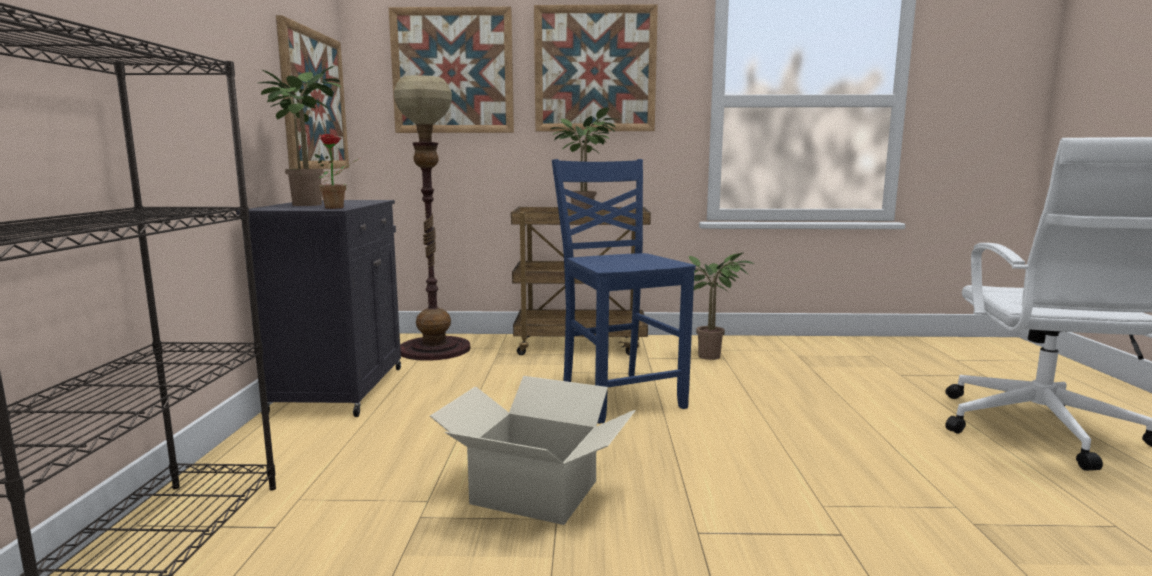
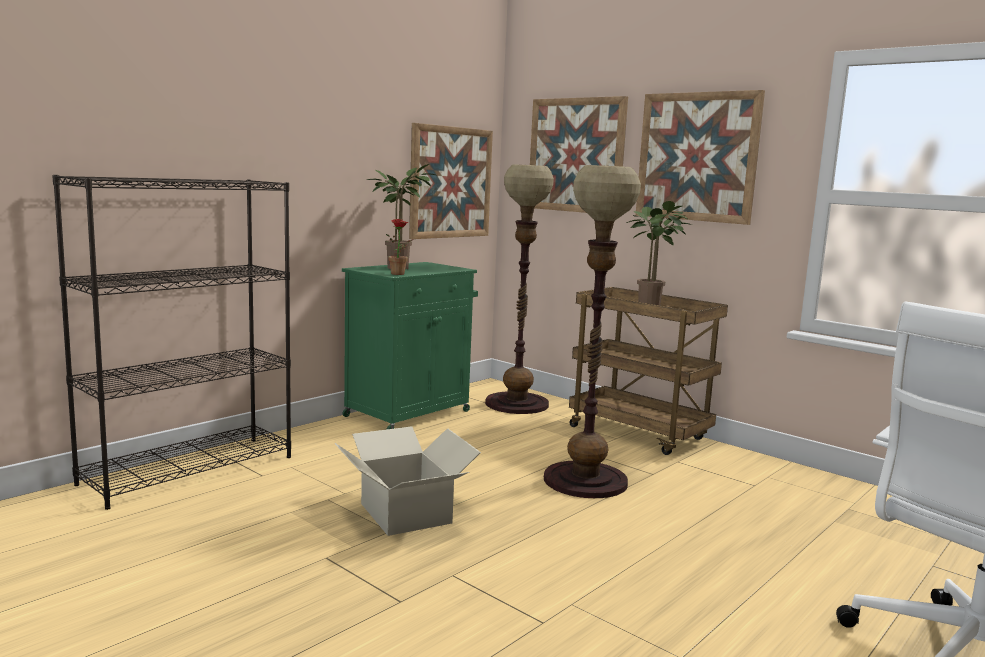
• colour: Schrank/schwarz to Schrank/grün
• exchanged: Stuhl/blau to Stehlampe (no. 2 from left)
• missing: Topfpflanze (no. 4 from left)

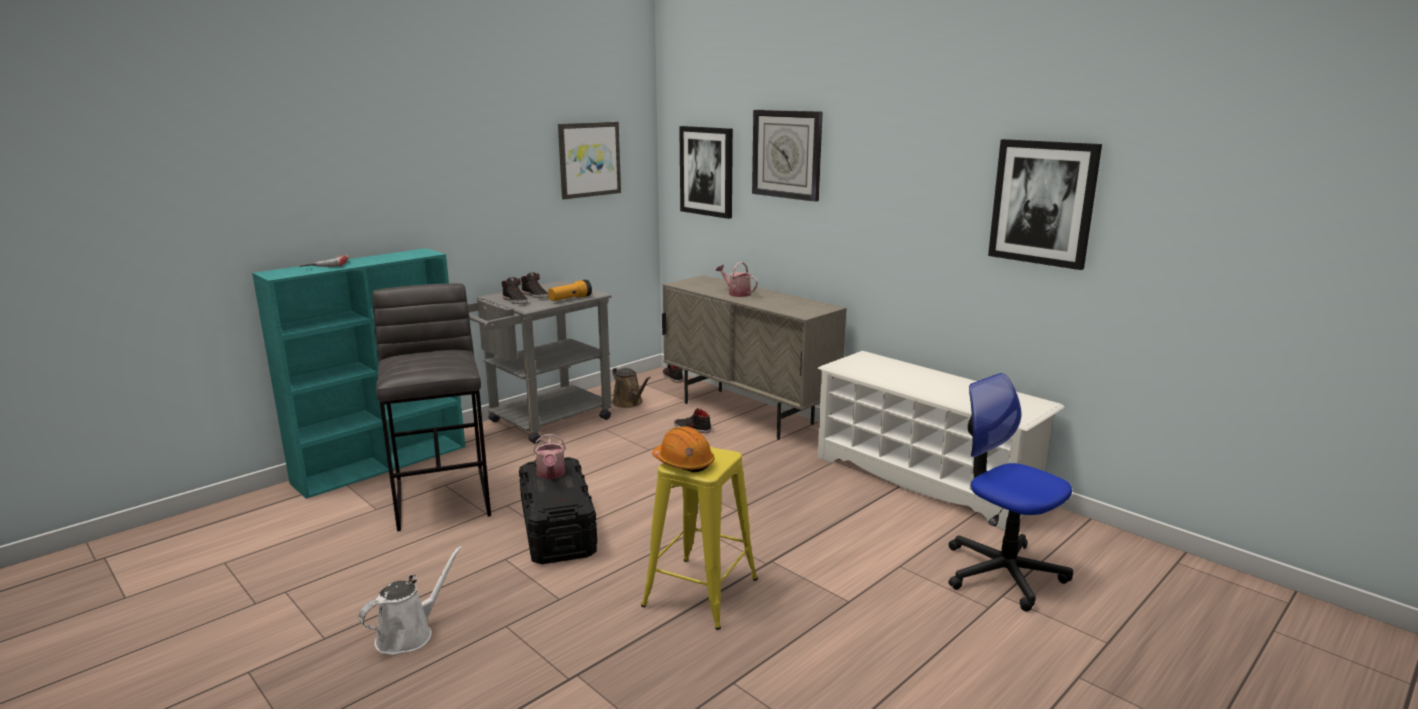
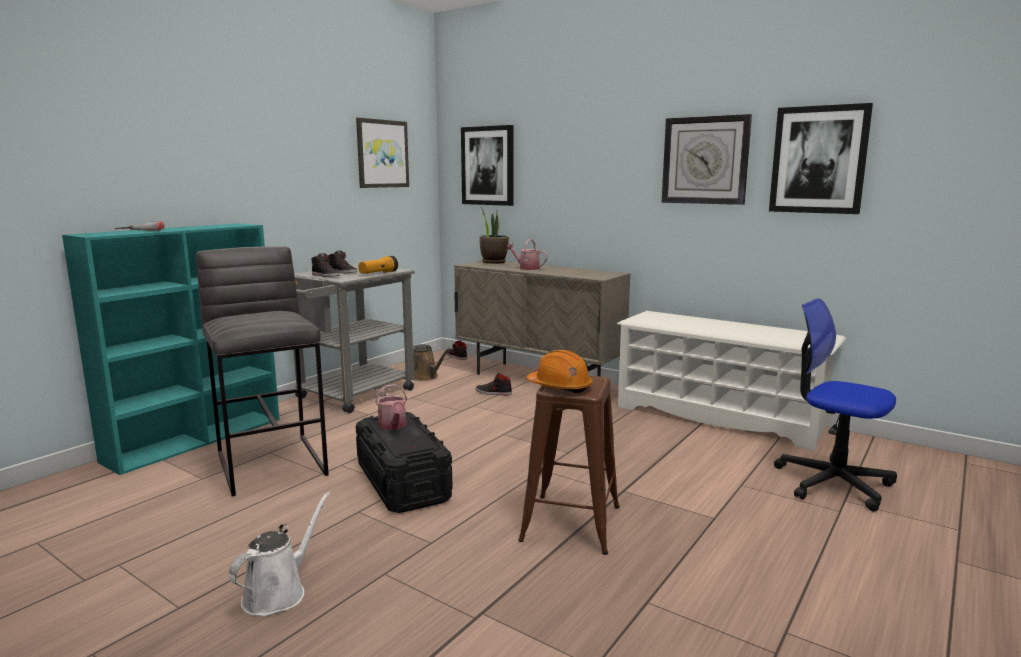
• appeared: Topfpflanze
• colour: Hocker/gelb to Hocker/braun
• relocated: Wanduhr

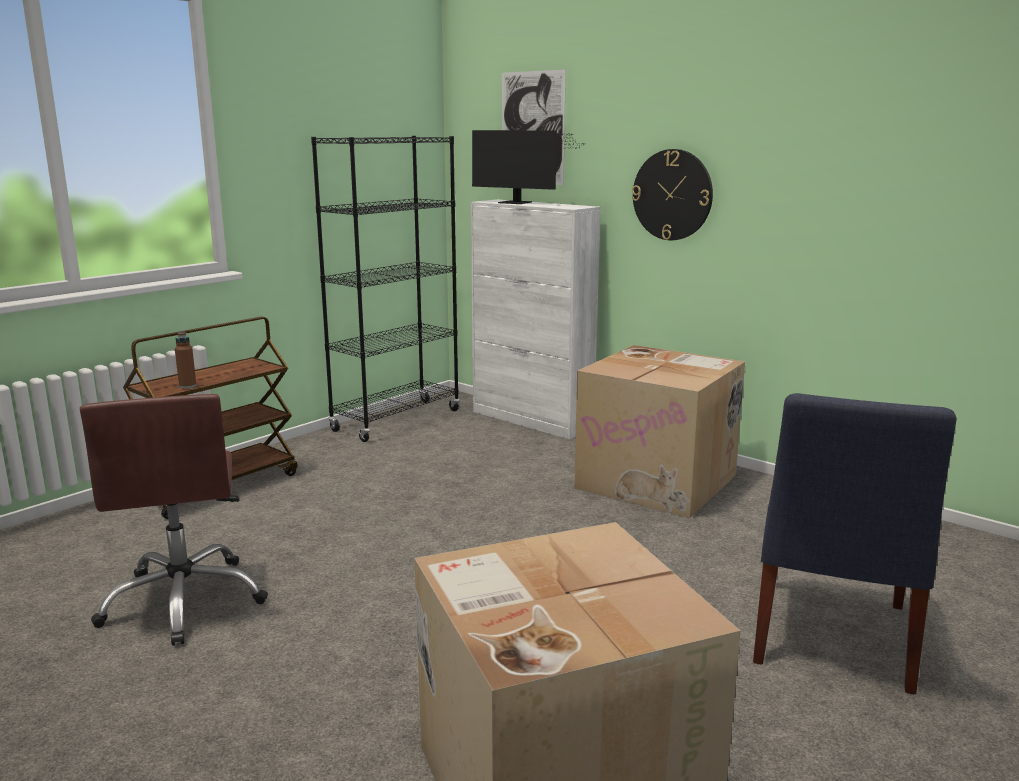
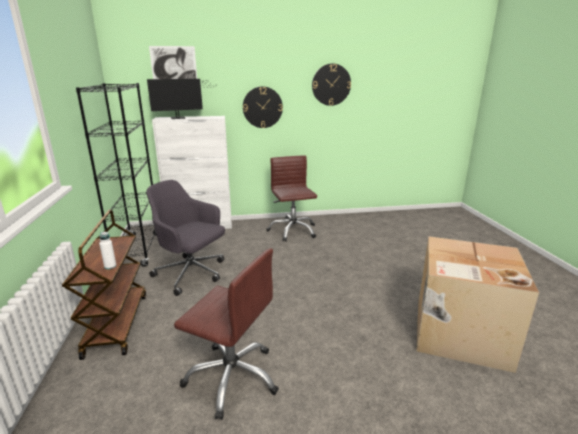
• colour: Flasche/braun to Flasche/weiß
• appeared: Bürostuhl/grau
• exchanged: Karton (no. 2 from left) to Bürostuhl/braun (no. 2 from left)
• appeared: Wanduhr (no. 2 from left)
• missing: Stuhl/blau

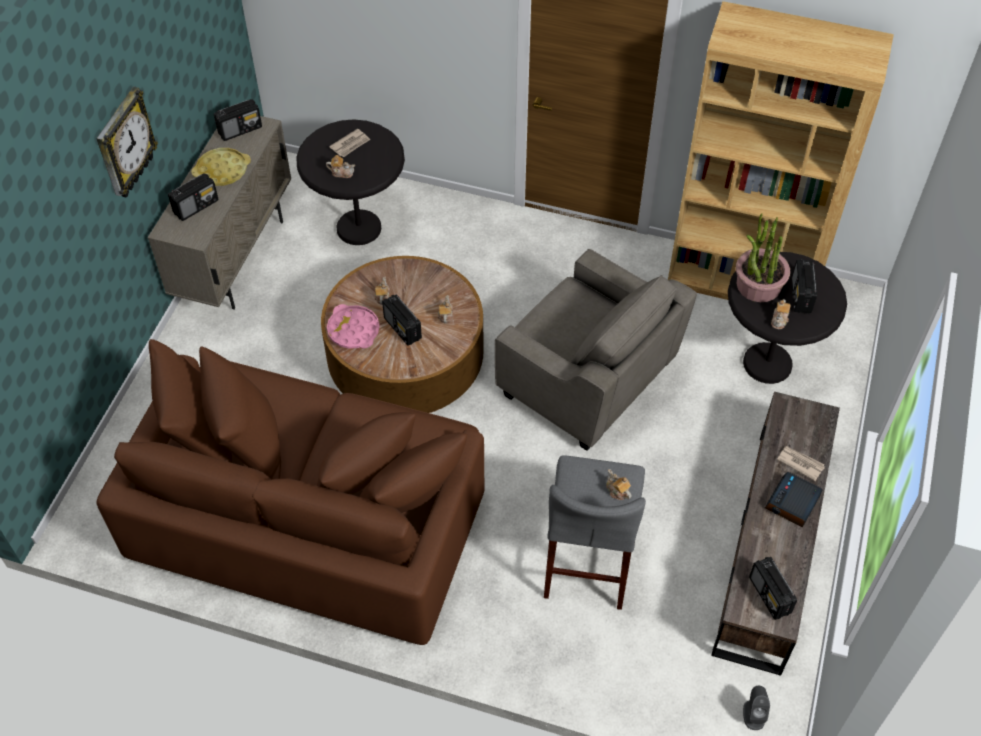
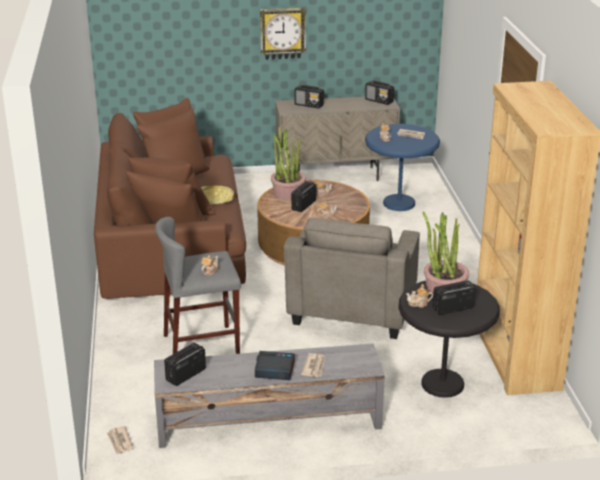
• exchanged: Lautsprecher/grau to Zeitung (no. 1 from left)
• colour: Fernsehschrank/braun to Fernsehschrank/grau
• relocated: Tablett/gelb
• exchanged: Tablett/rosa to Topfpflanze (no. 1 from left)
• colour: Beistelltisch/schwarz (no. 1 from left) to Beistelltisch/blau

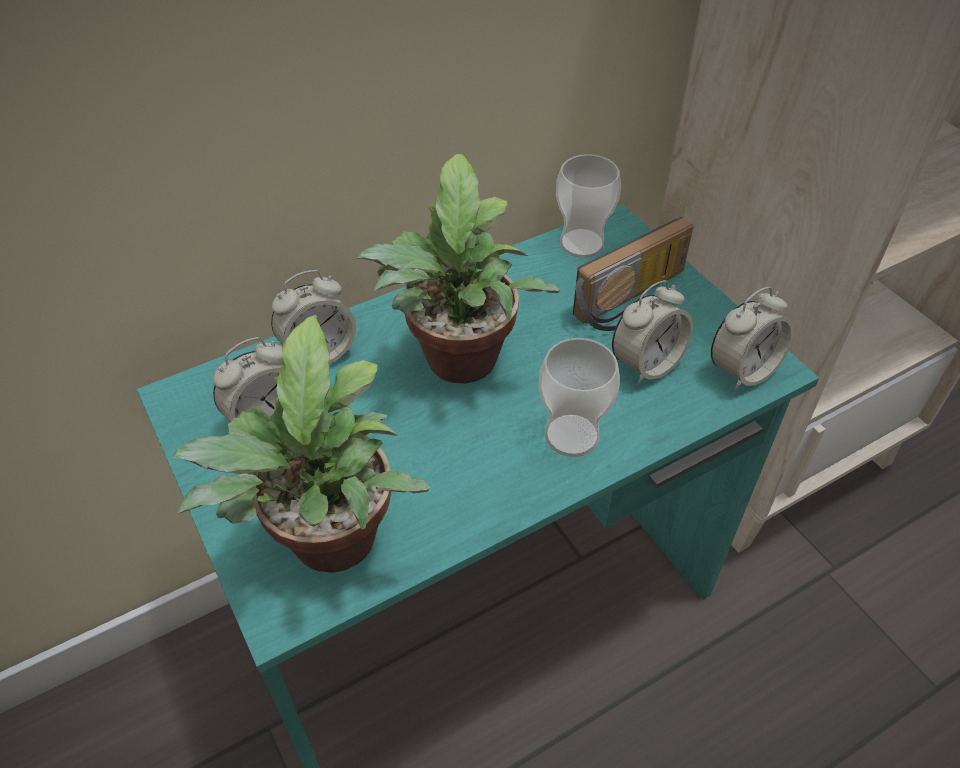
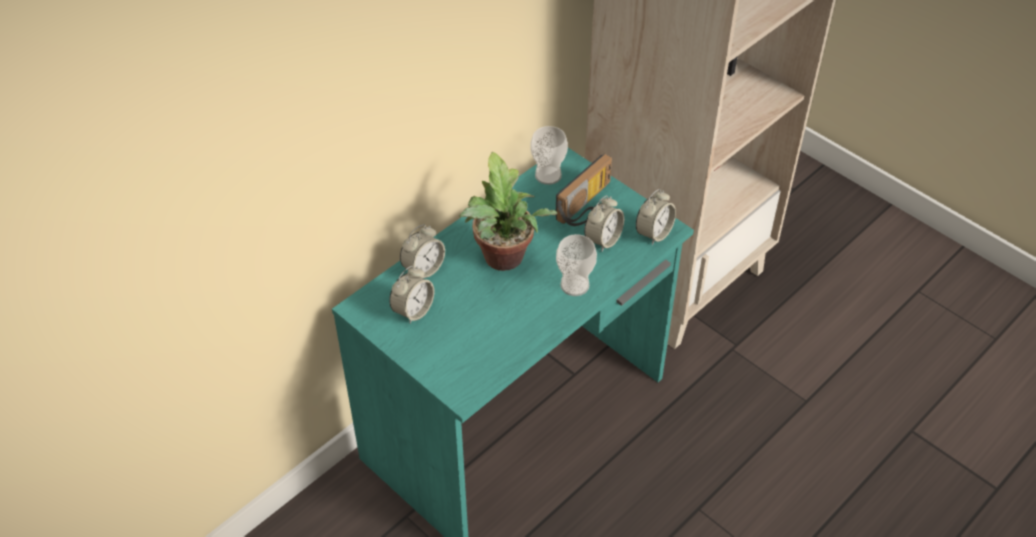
• missing: Topfpflanze (no. 1 from left)

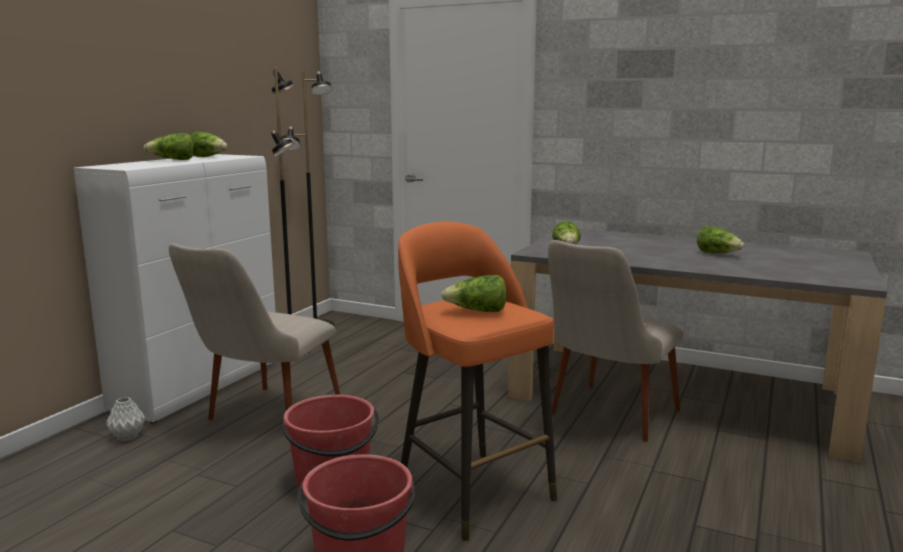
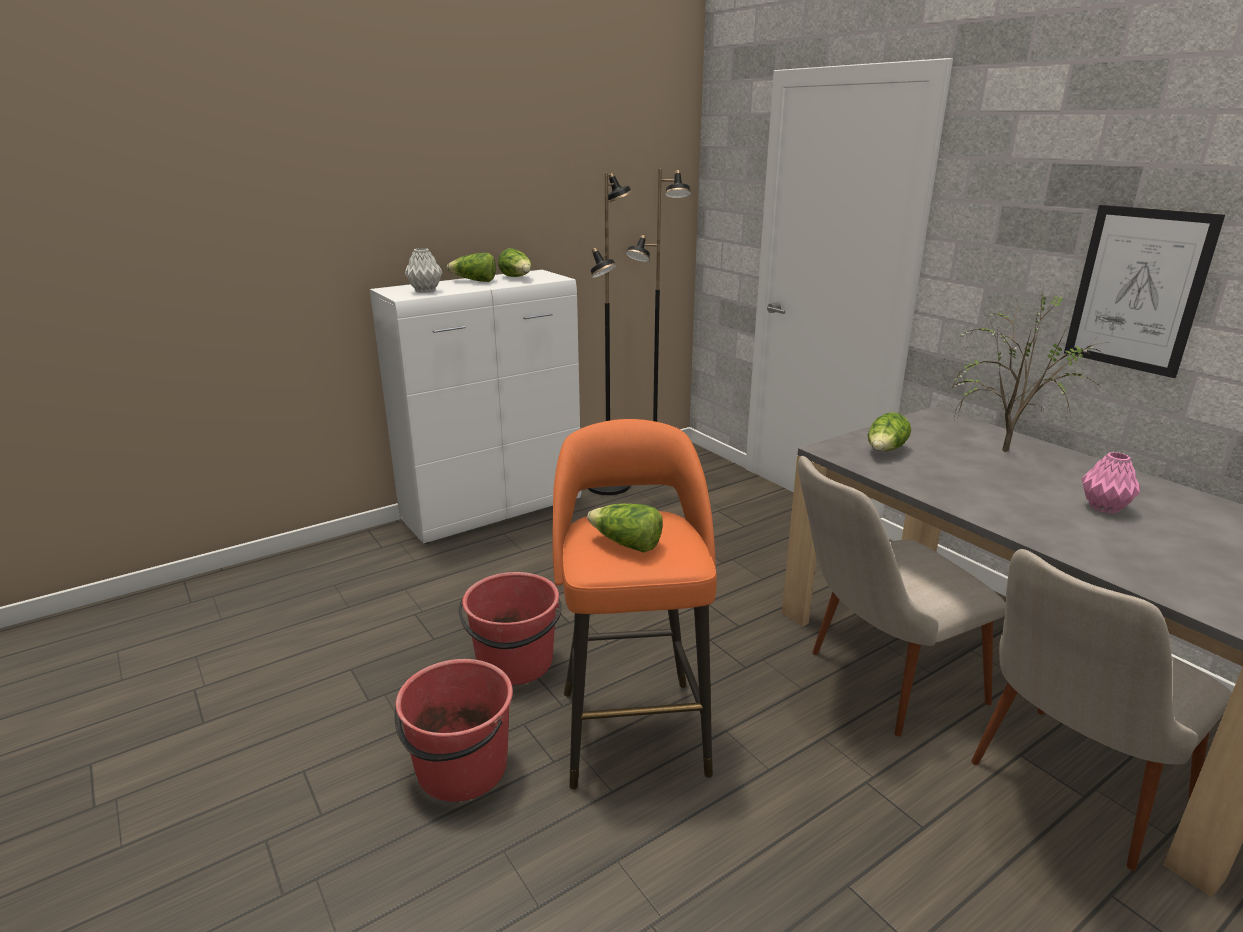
• relocated: Vase/grau
• appeared: Topfpflanze
• relocated: Stuhl/beige (no. 1 from left in the first image) to Stuhl/beige (no. 2 from left)
• appeared: Bild
• exchanged: Salatkopf (no. 5 from left) to Vase/rosa

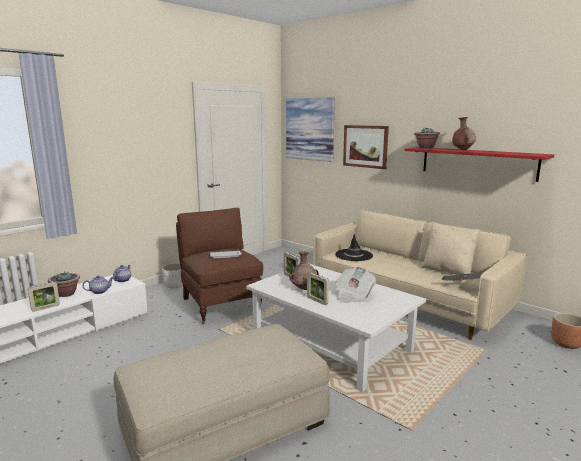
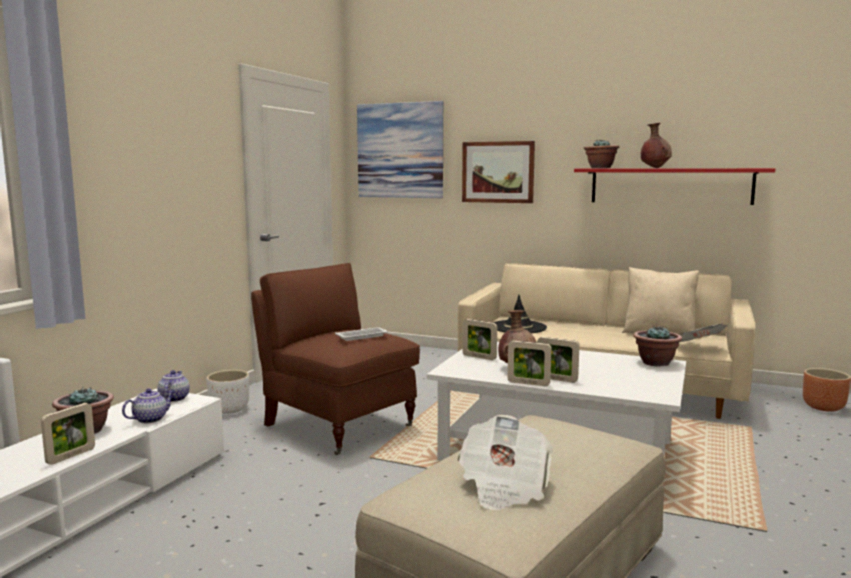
• relocated: Zeitung (no. 1 from left)
• appeared: Bilderrahmen (no. 3 from left)
• appeared: Topfpflanze (no. 3 from left)

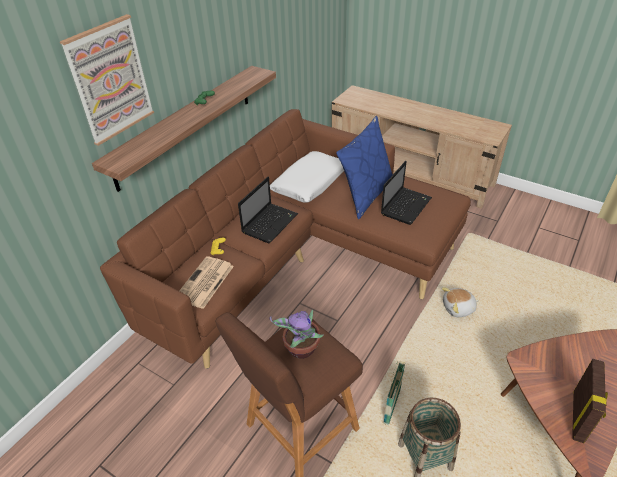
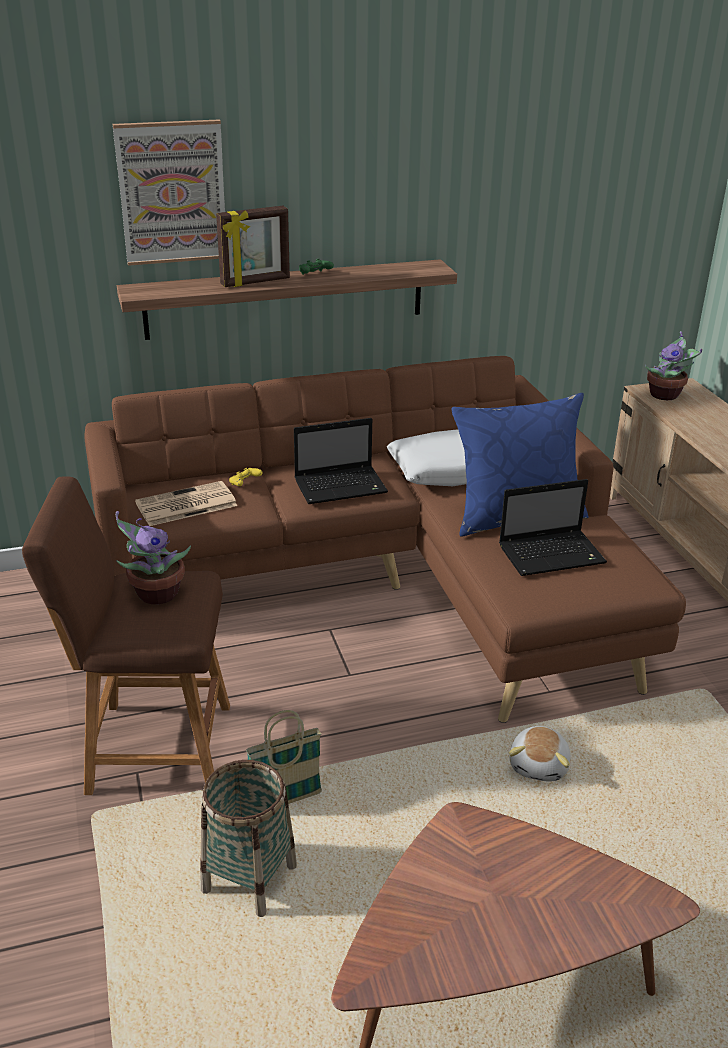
• relocated: Bilderrahmen
• spun: Plüschtier 105 degrees counterclockwise
• appeared: Topfpflanze (no. 2 from left)

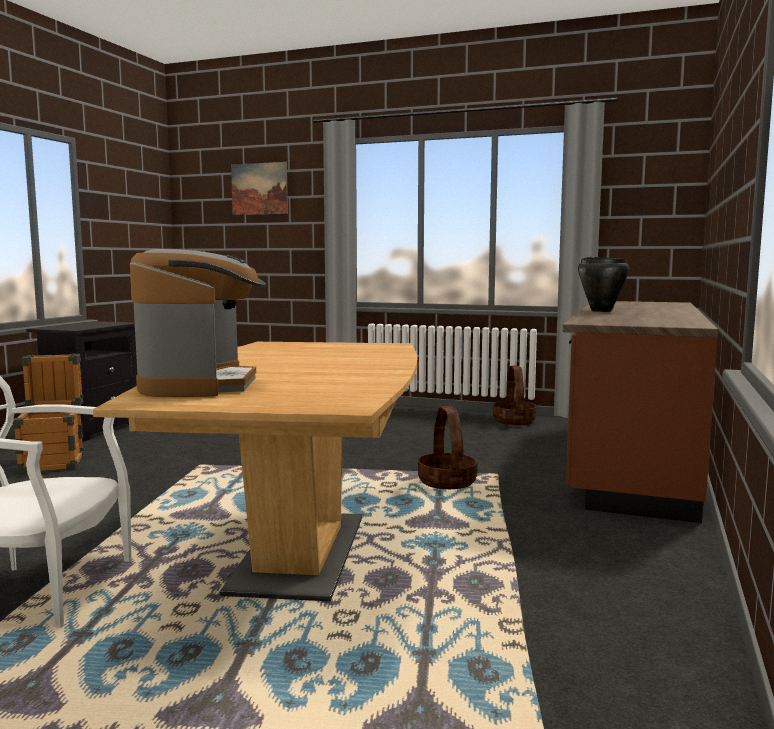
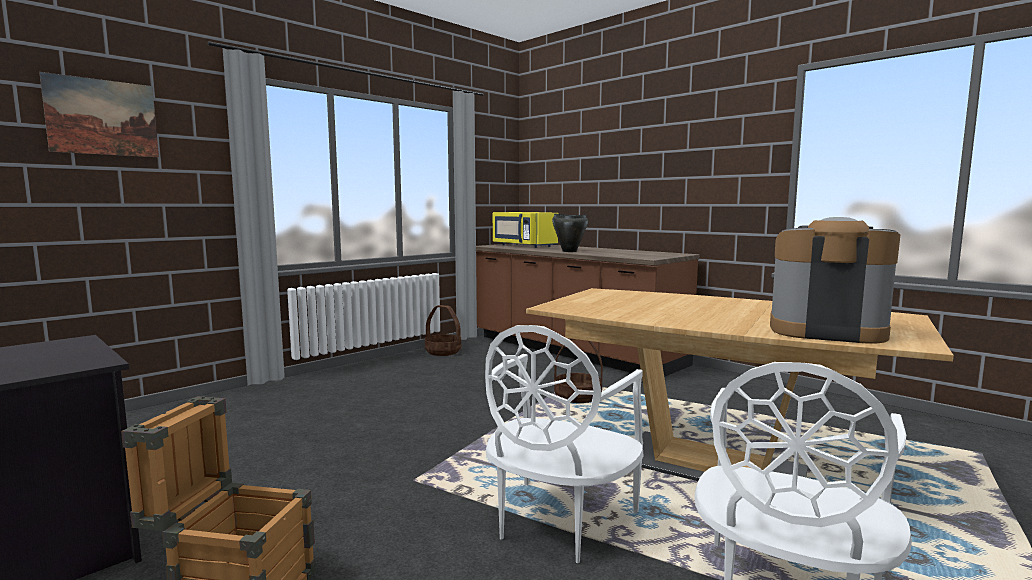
• appeared: Stuhl/weiß (no. 1 from left)
• appeared: Mikrowelle/gelb

